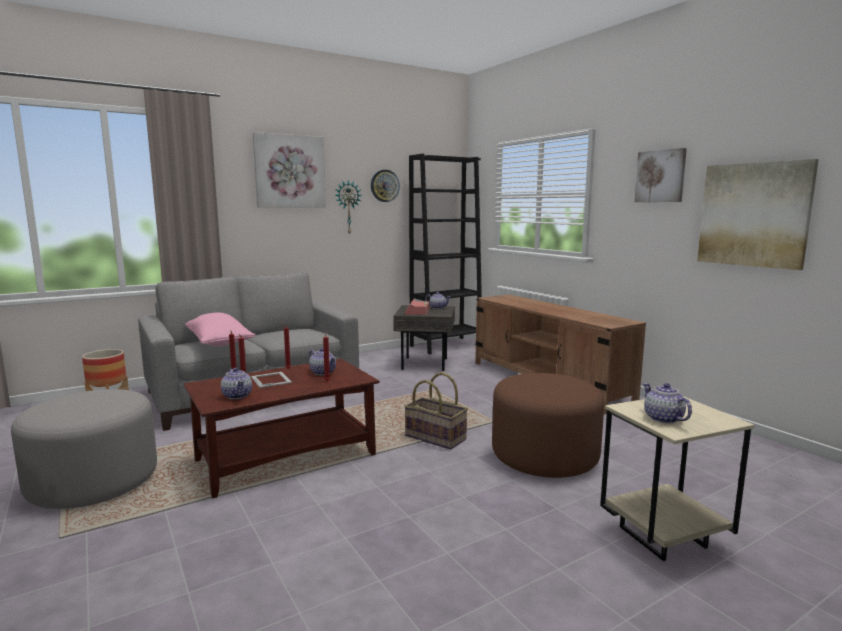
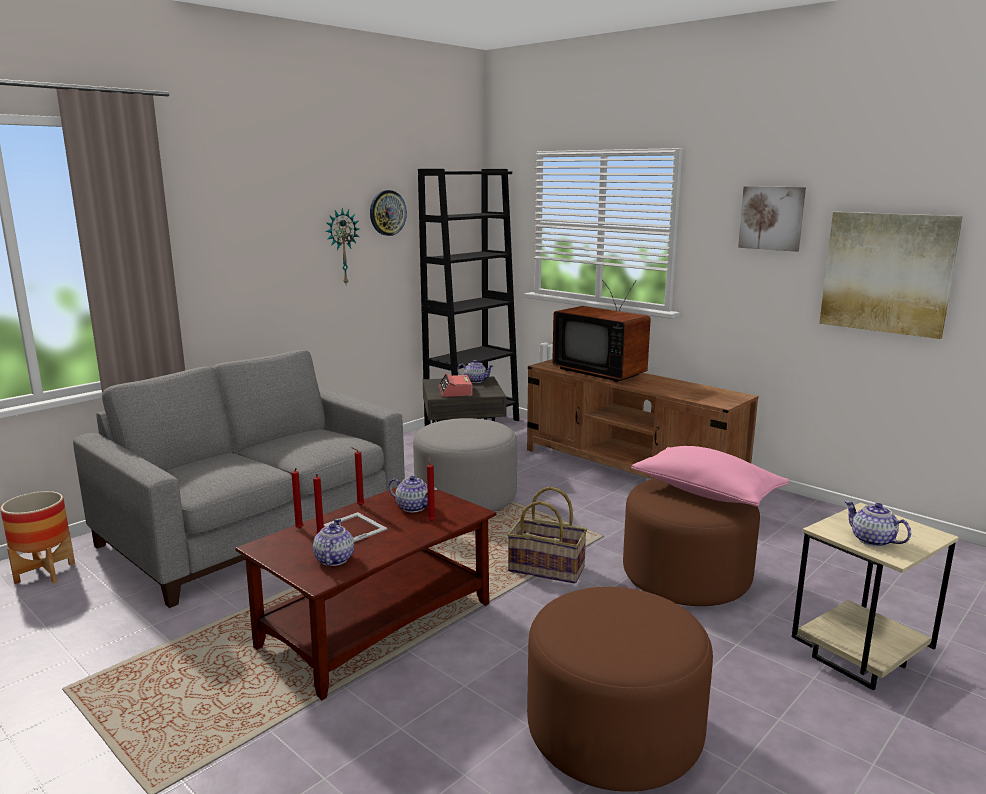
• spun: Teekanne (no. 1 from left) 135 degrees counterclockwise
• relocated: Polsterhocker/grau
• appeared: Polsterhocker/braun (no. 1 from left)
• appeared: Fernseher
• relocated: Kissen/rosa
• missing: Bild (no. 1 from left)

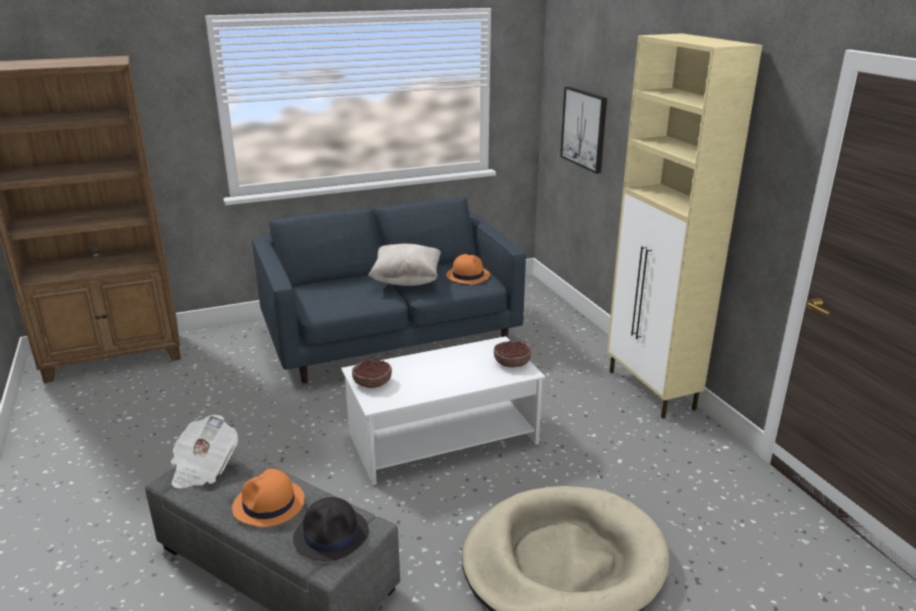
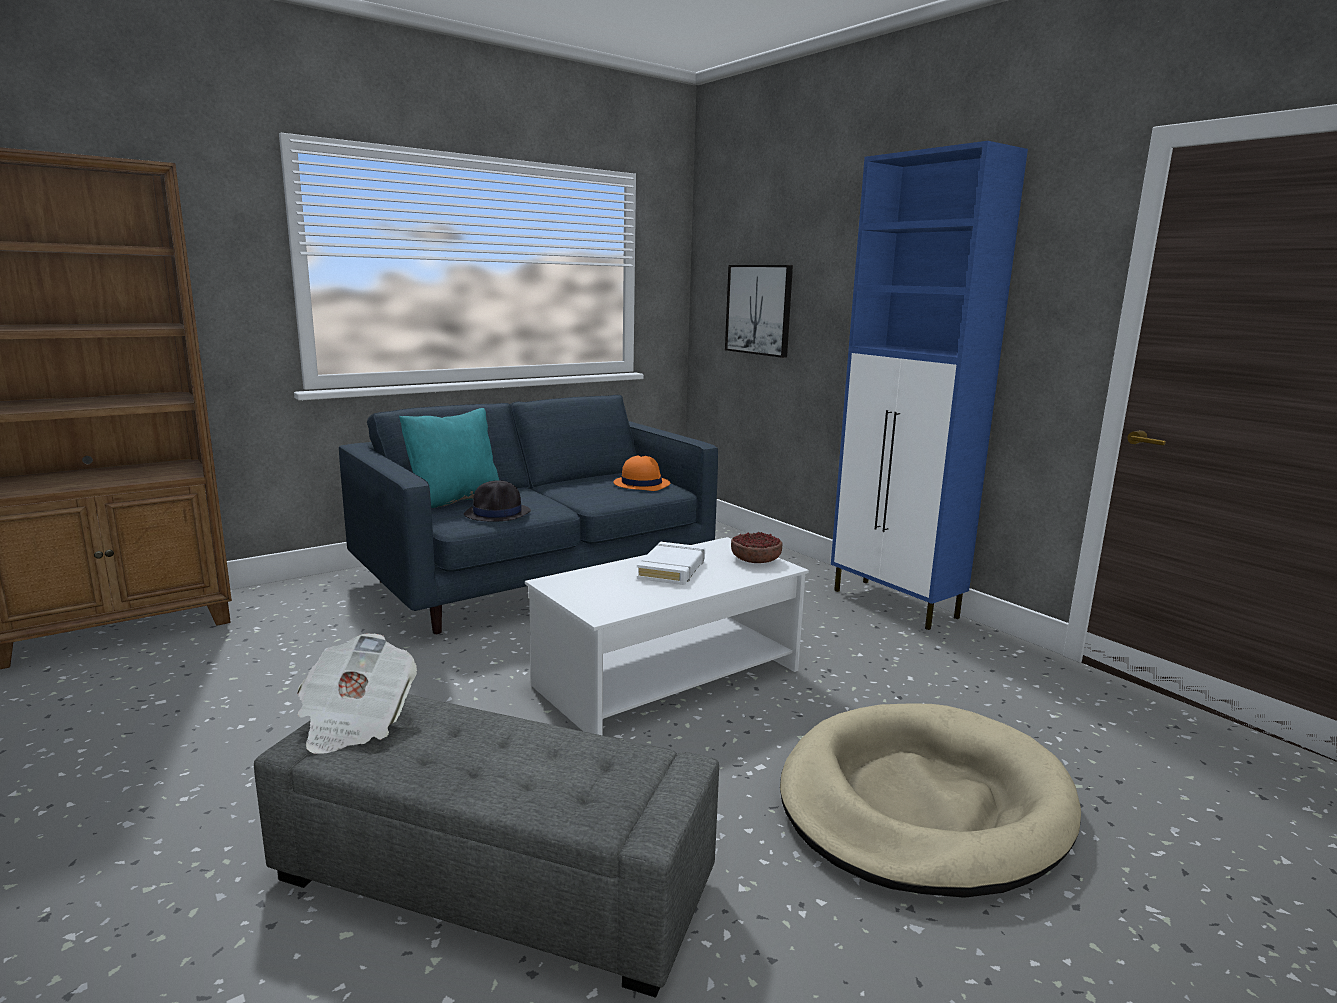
• appeared: Kissen/türkis
• relocated: Hut/schwarz
• appeared: Buch/weiß
• colour: Schrank/beige to Schrank/blau
• missing: Hut/orange (no. 1 from left)
• missing: Schüssel (no. 1 from left)
• missing: Kissen/beige

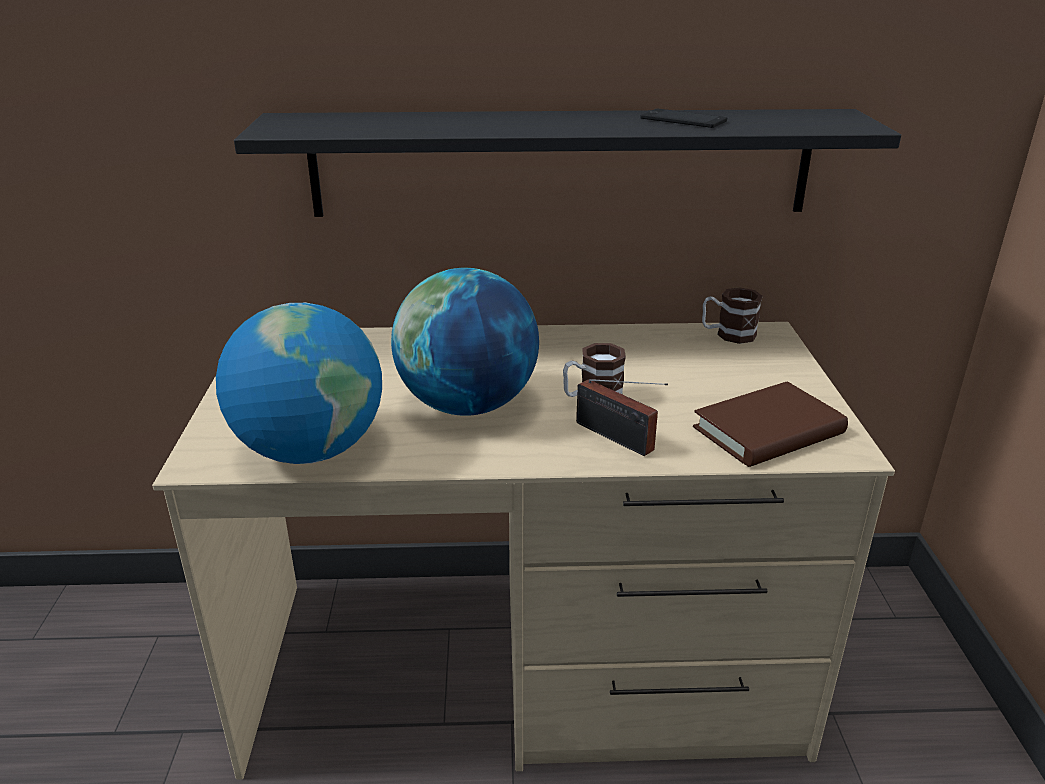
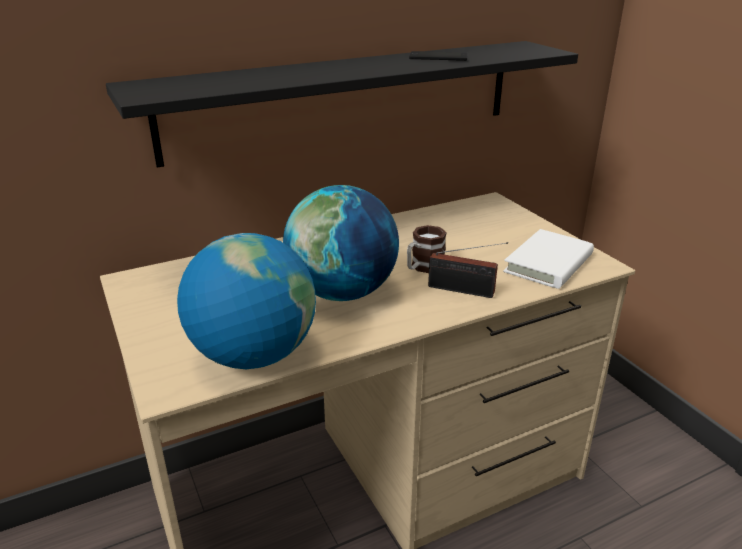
• colour: Buch/braun to Buch/weiß
• missing: Henkelbecher (no. 2 from left)

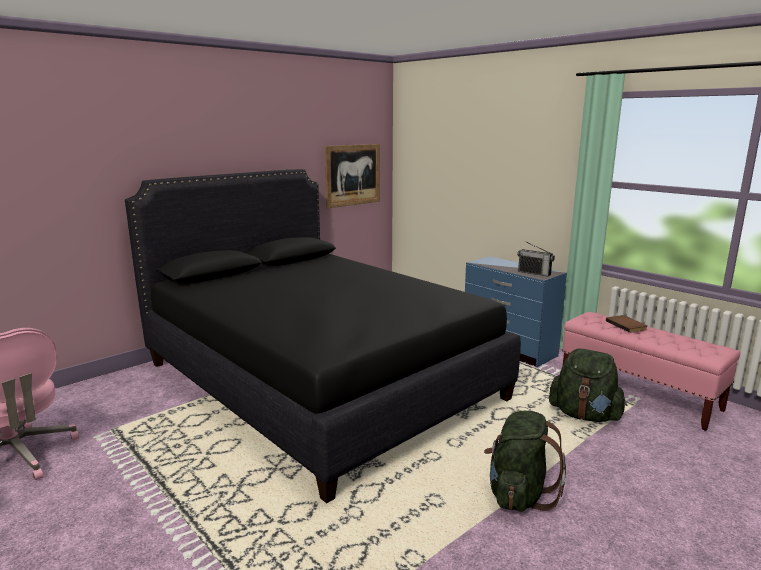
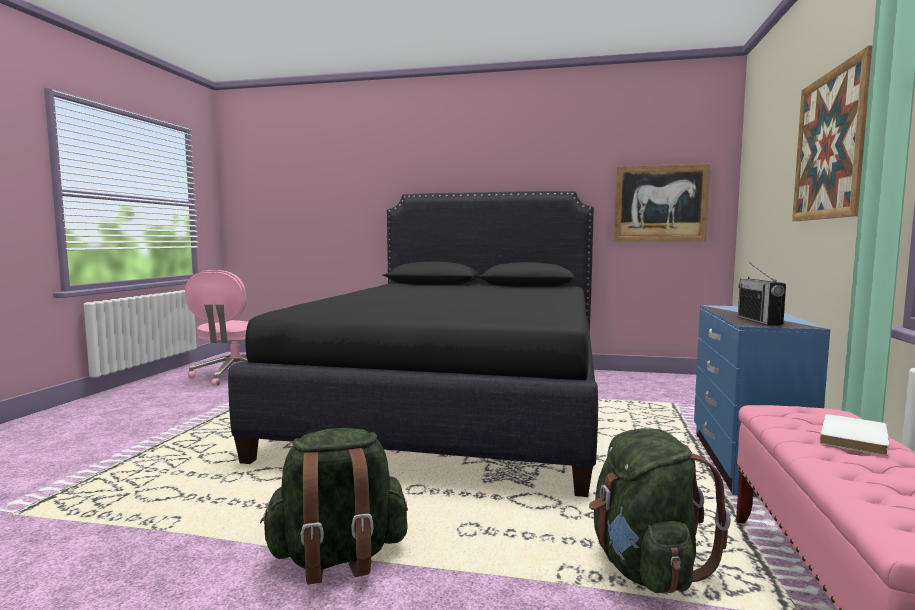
• appeared: Bild (no. 2 from left)
• colour: Buch/braun to Buch/weiß

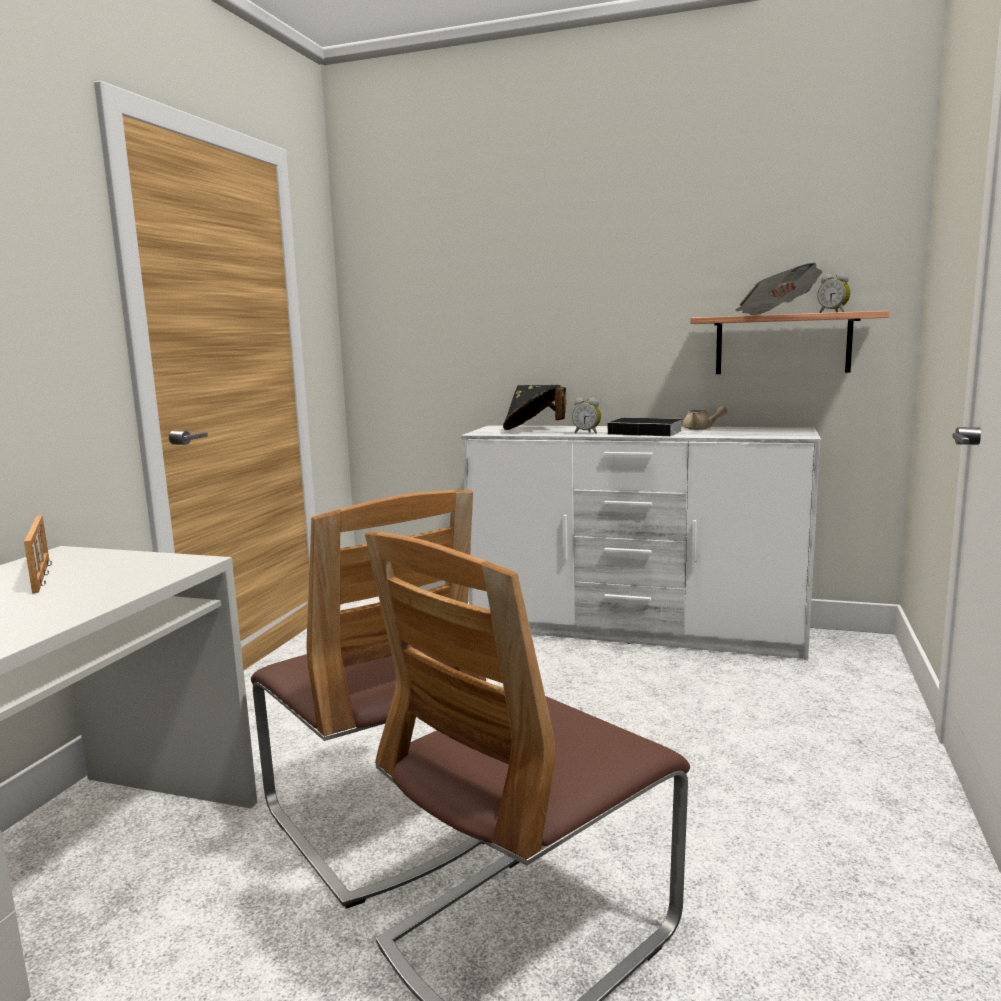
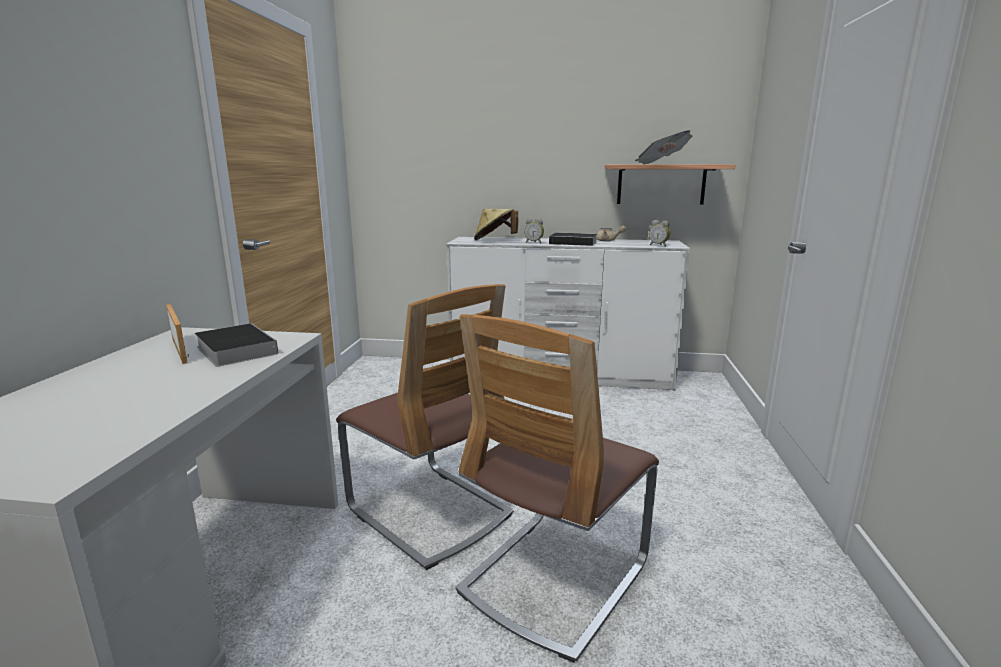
• appeared: Buch (no. 1 from left)
• colour: Hut/schwarz to Hut/beige
• relocated: Wecker (no. 2 from left)

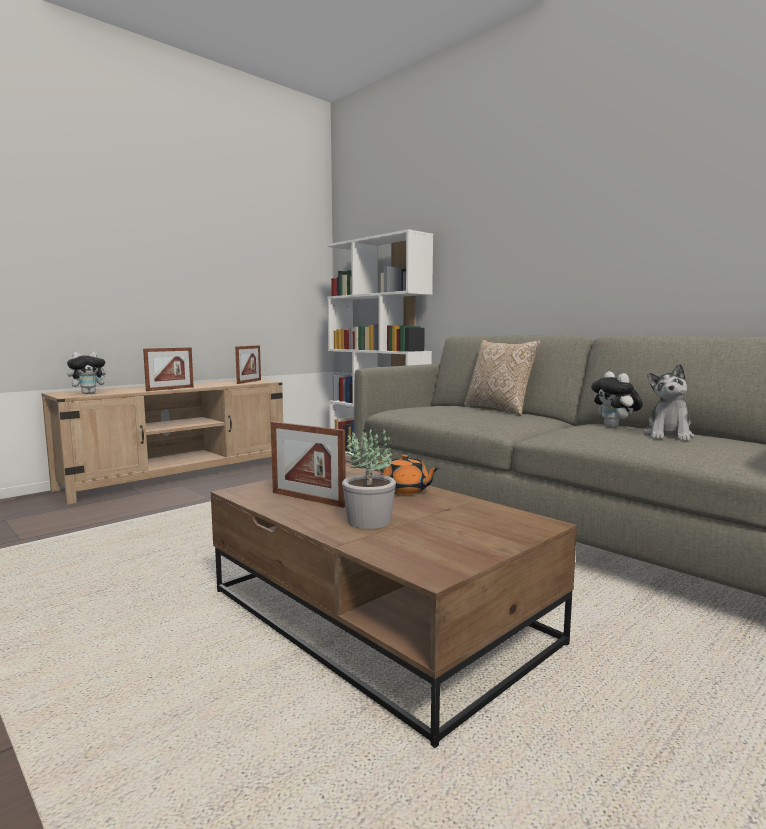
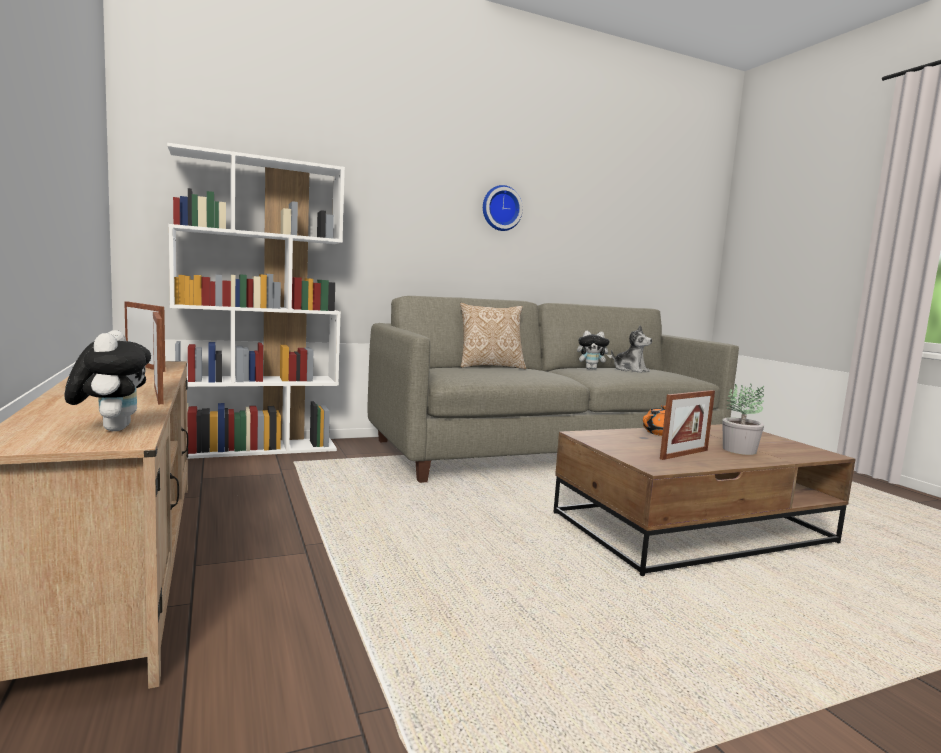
• appeared: Wanduhr

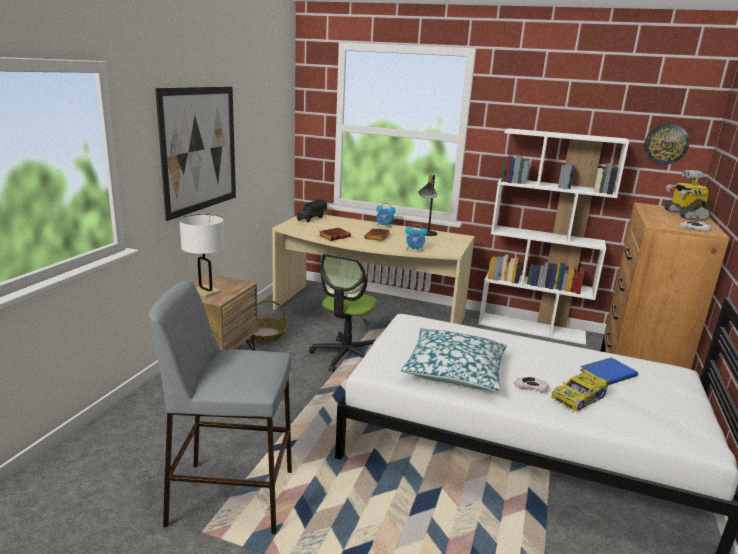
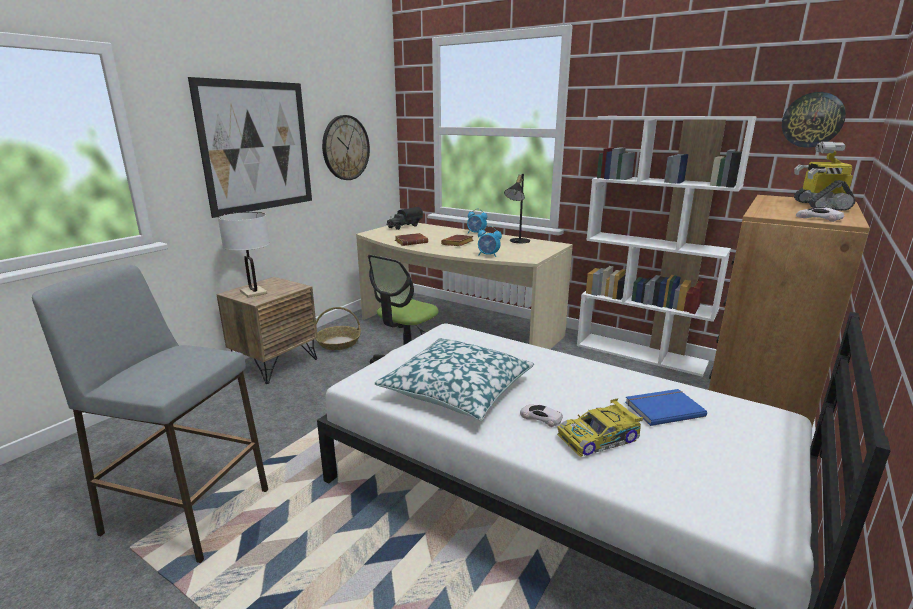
• appeared: Wanduhr (no. 1 from left)

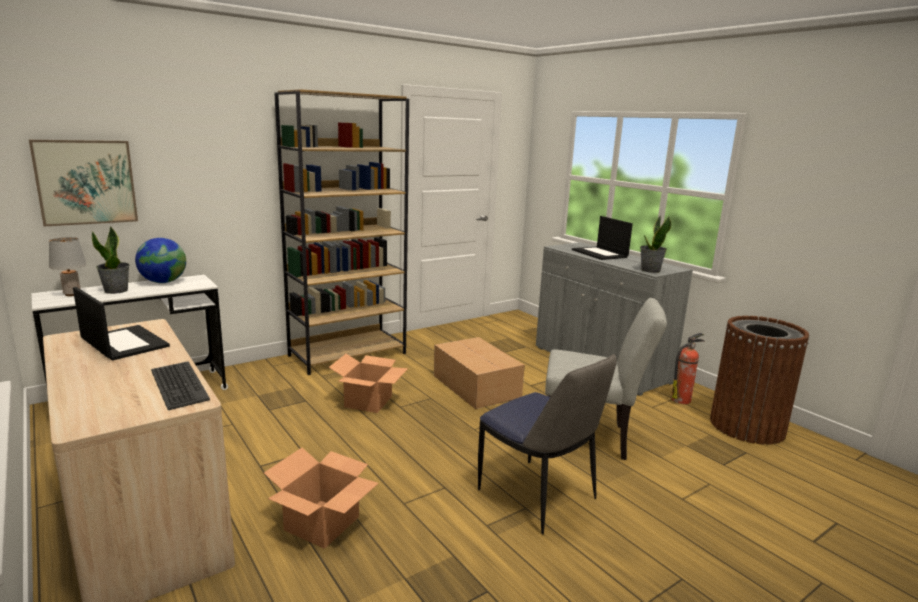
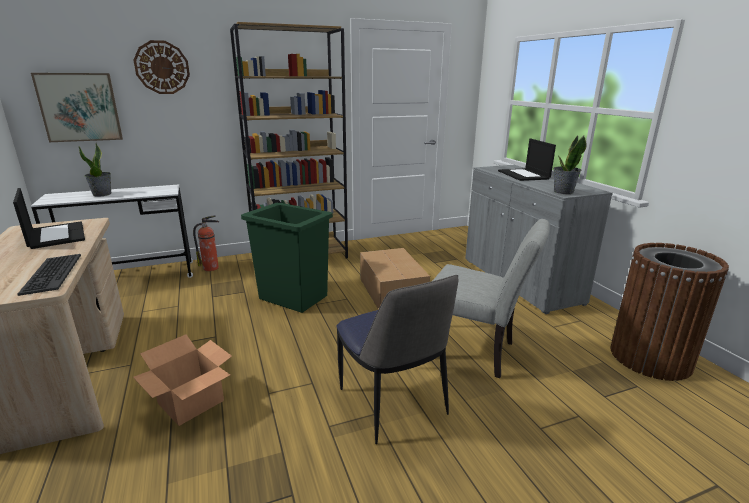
• appeared: Wanduhr
• relocated: Feuerlöscher
• exchanged: Karton (no. 2 from left) to Mülleimer/grün
• missing: Tischlampe/grau
• missing: Globus

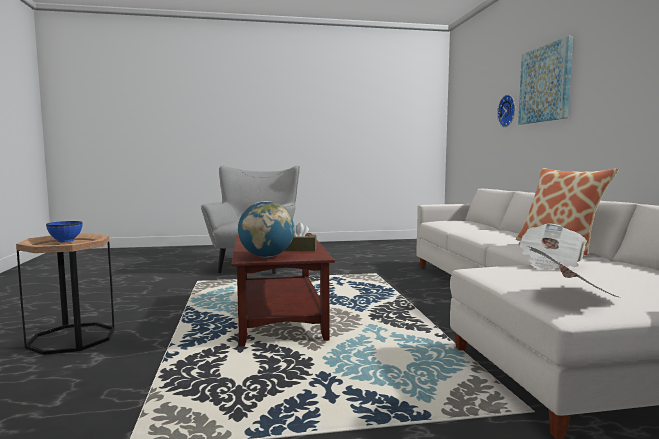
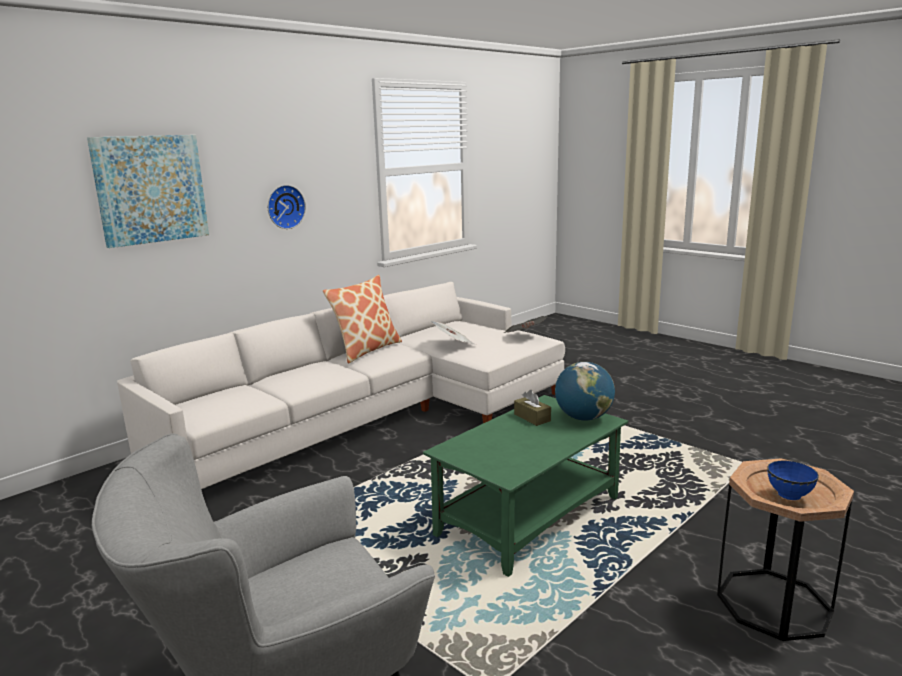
• relocated: Wanduhr
• colour: Couchtisch/braun to Couchtisch/grün

